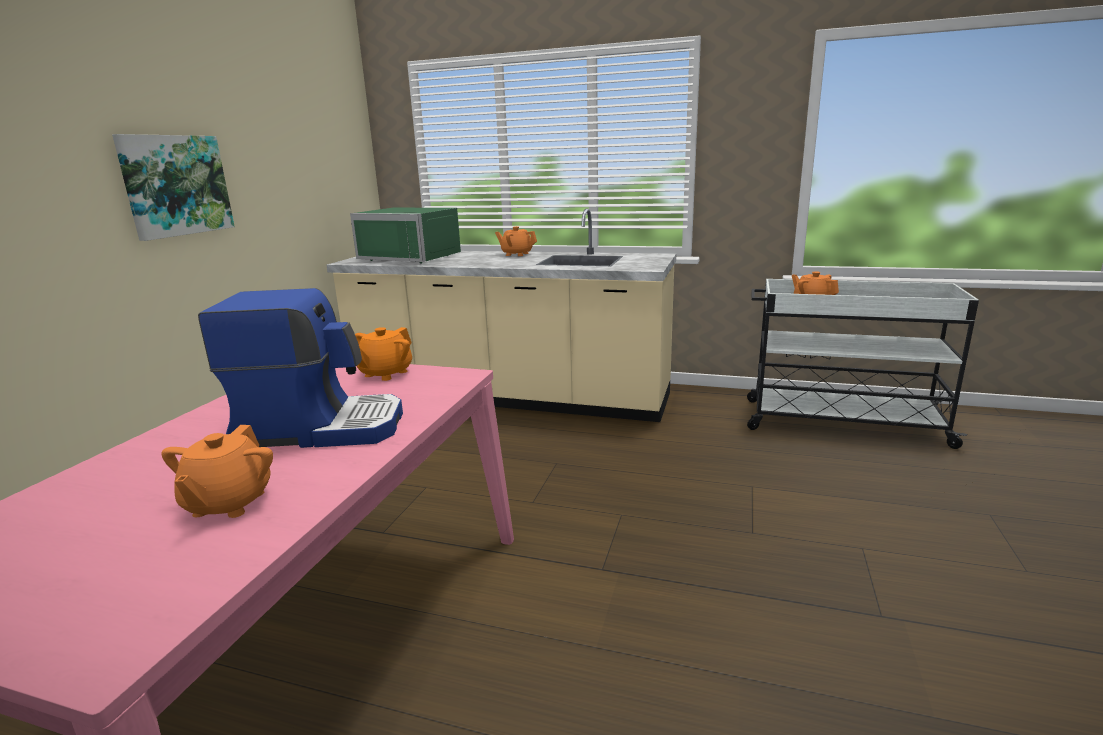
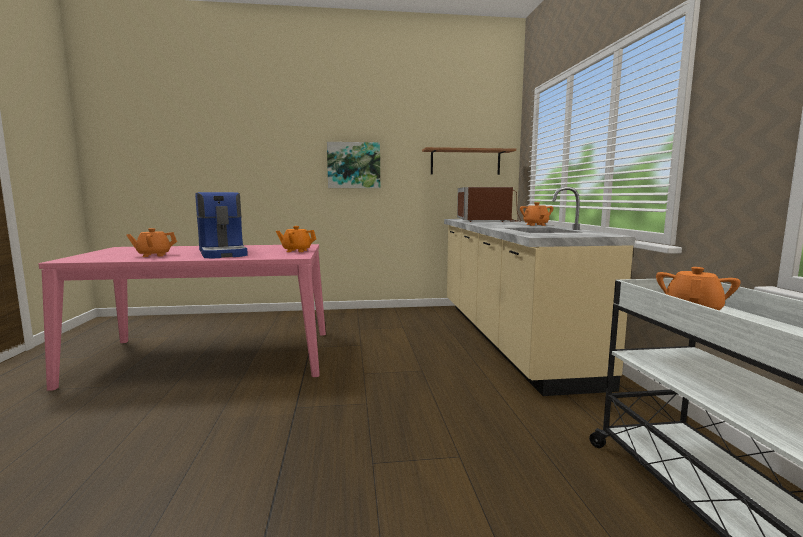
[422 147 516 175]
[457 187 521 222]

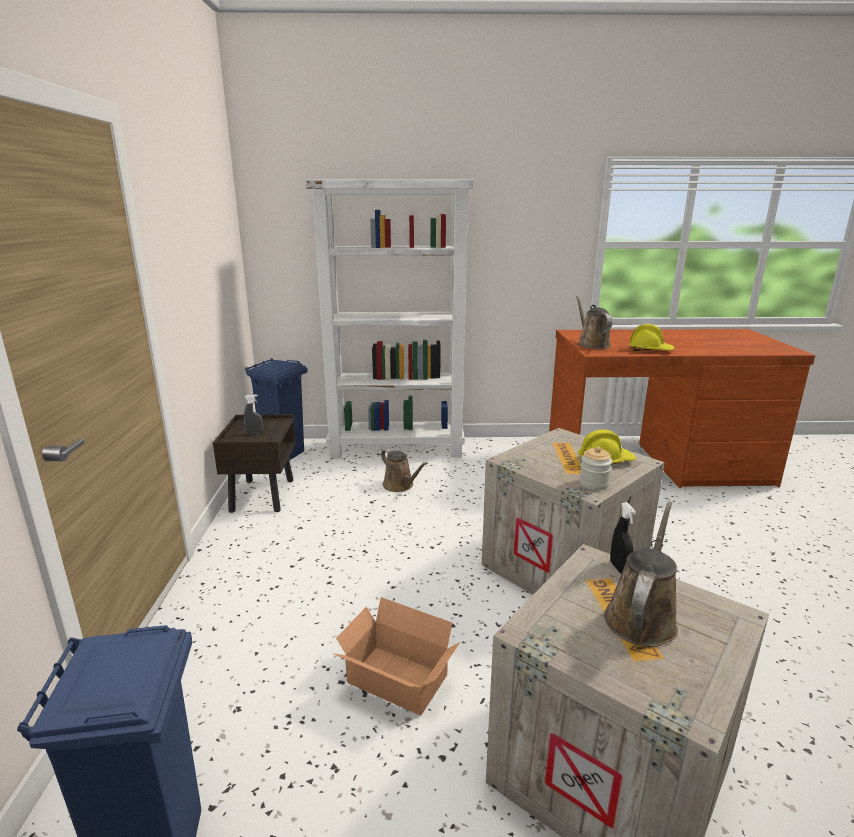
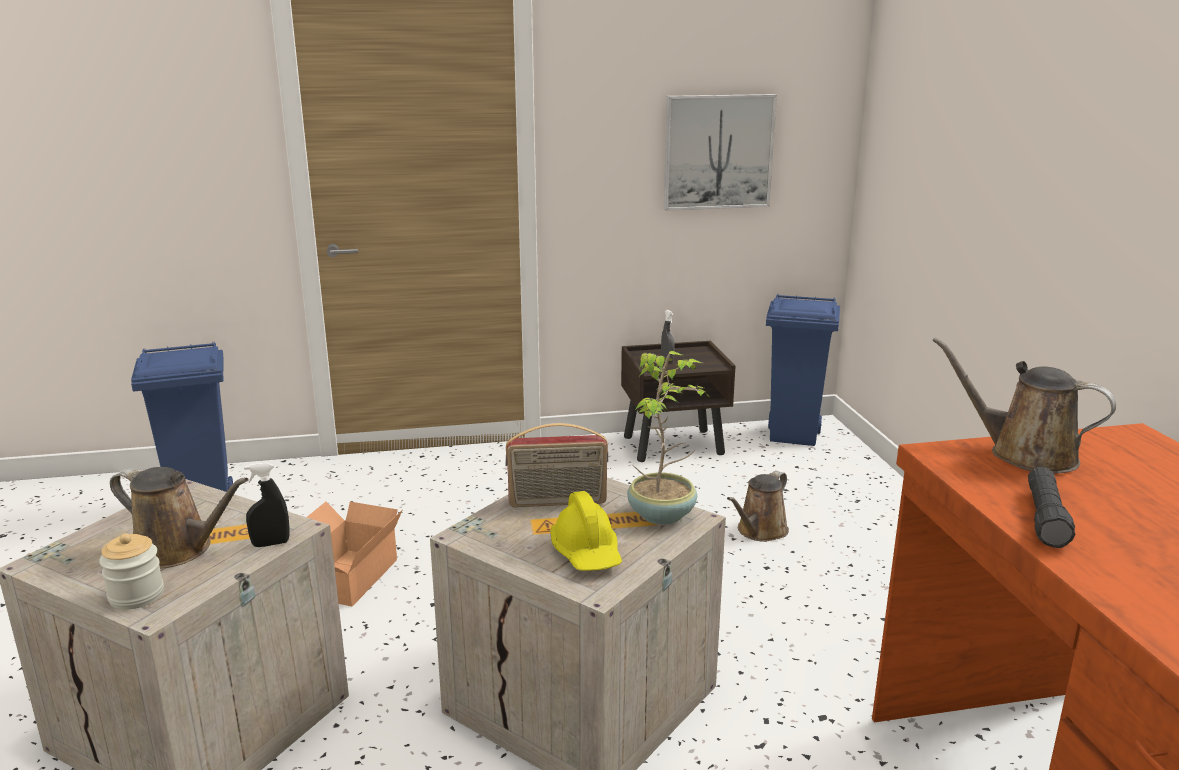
[306 179 474 458] (first image)
[506 423 608 507]
[627 351 710 525]
[664 94 777 211]
[99 533 164 610]
[1028 467 1075 548]
[932 337 1116 473]

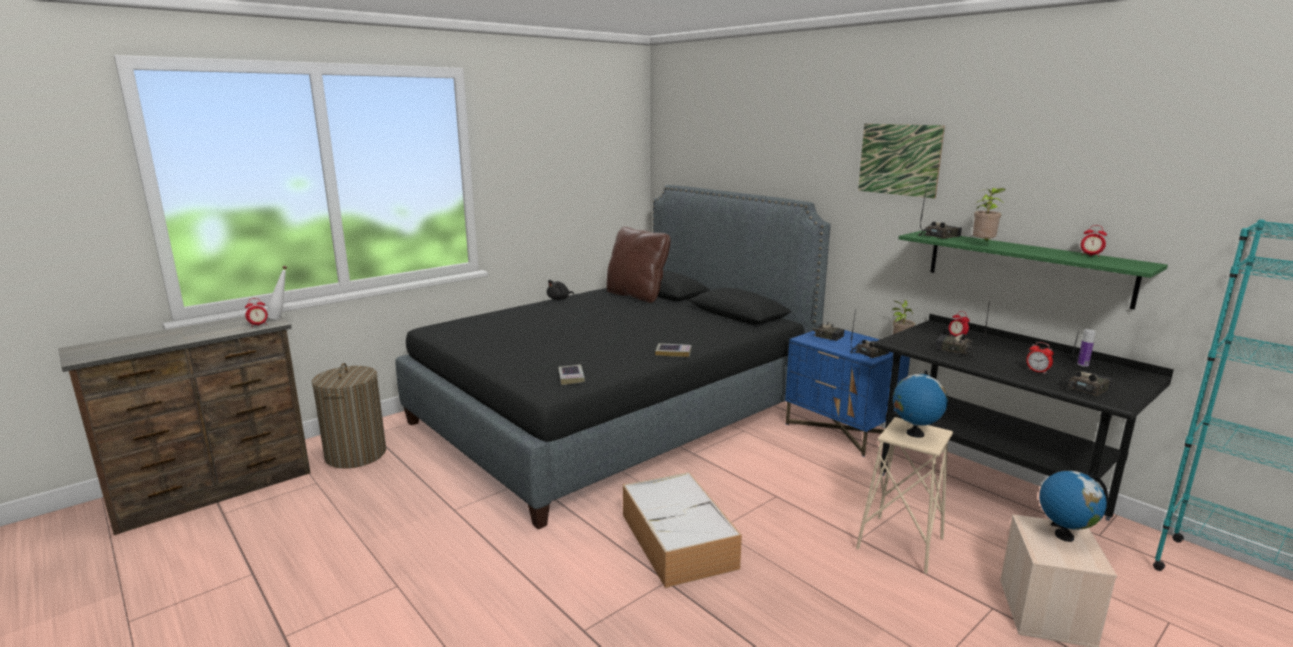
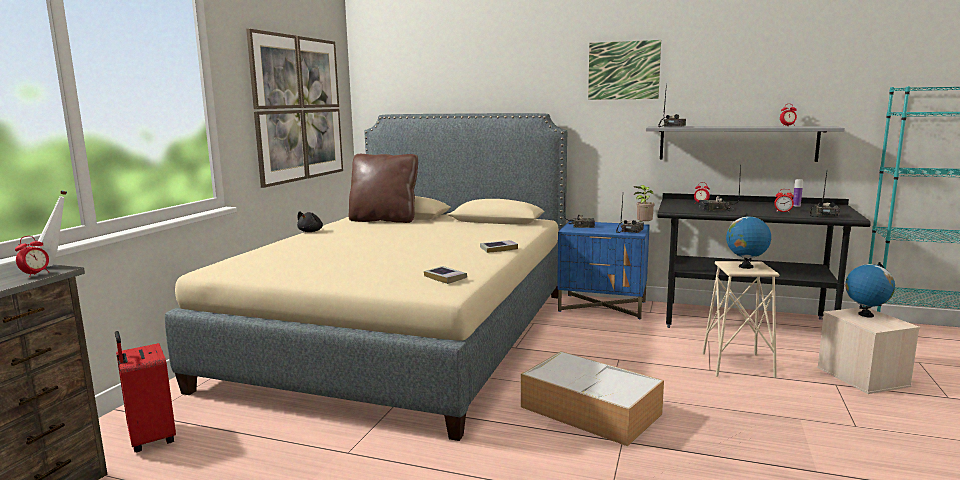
[973 188 1006 242] (first image)
[246 29 343 188]
[115 331 176 452]
[165 113 567 441]
[646 126 845 162]

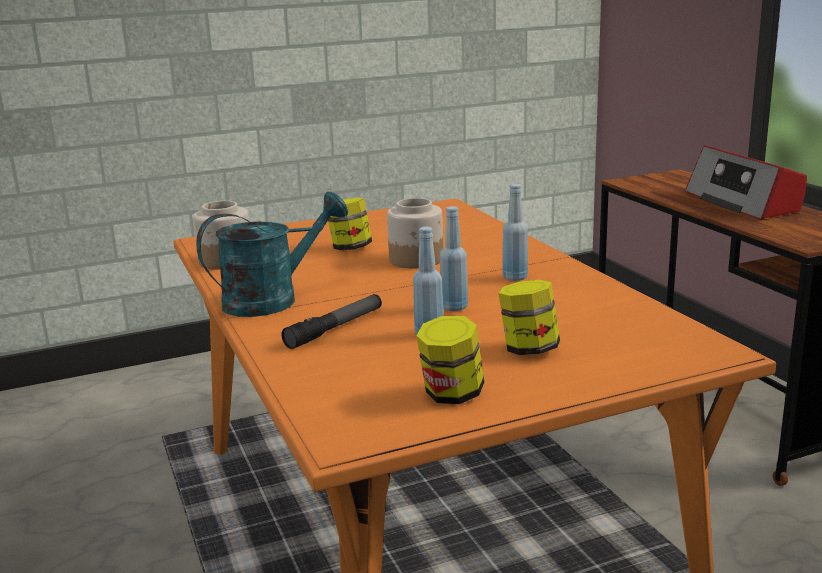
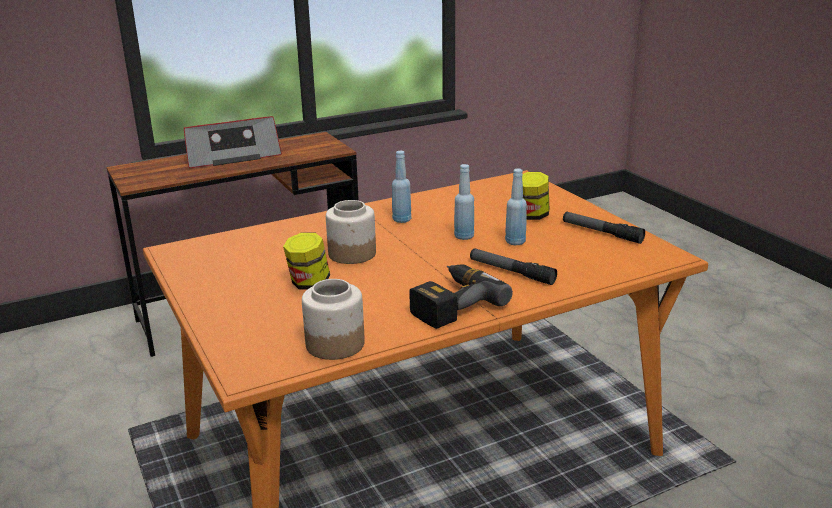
[409 264 513 329]
[563 212 645 244]

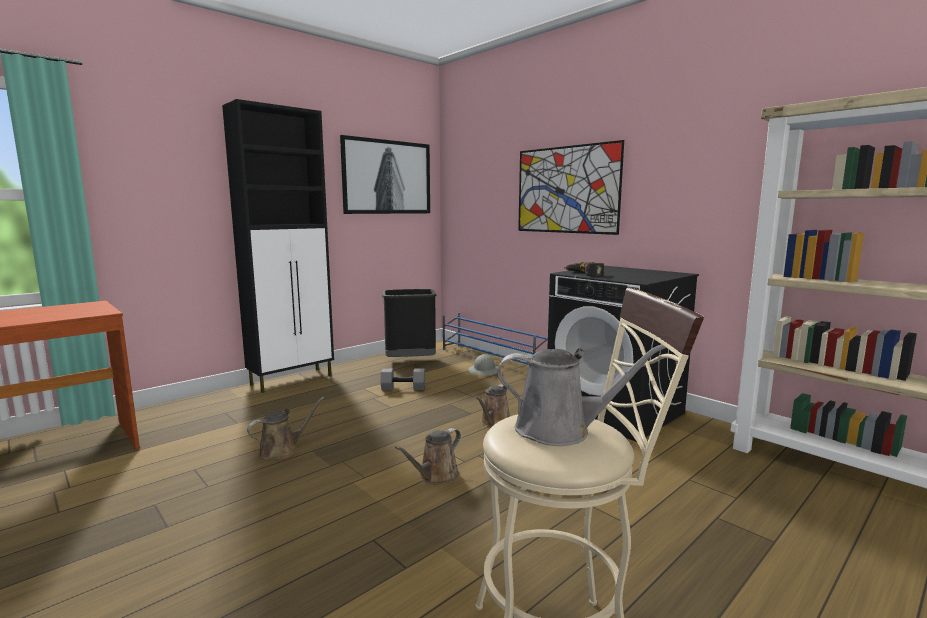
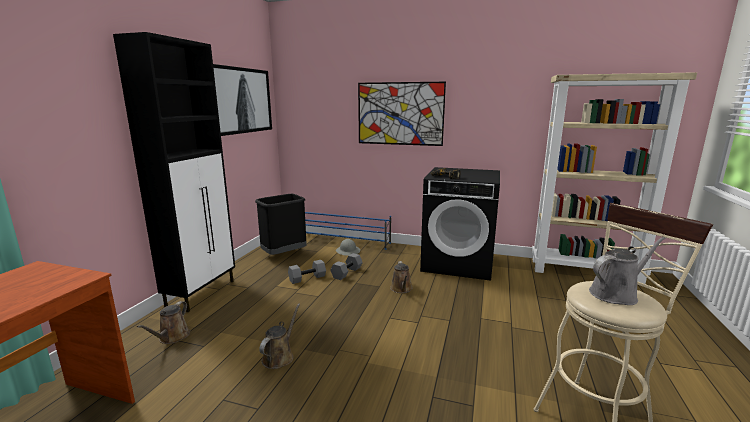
[330 253 363 280]
[137 301 190 344]

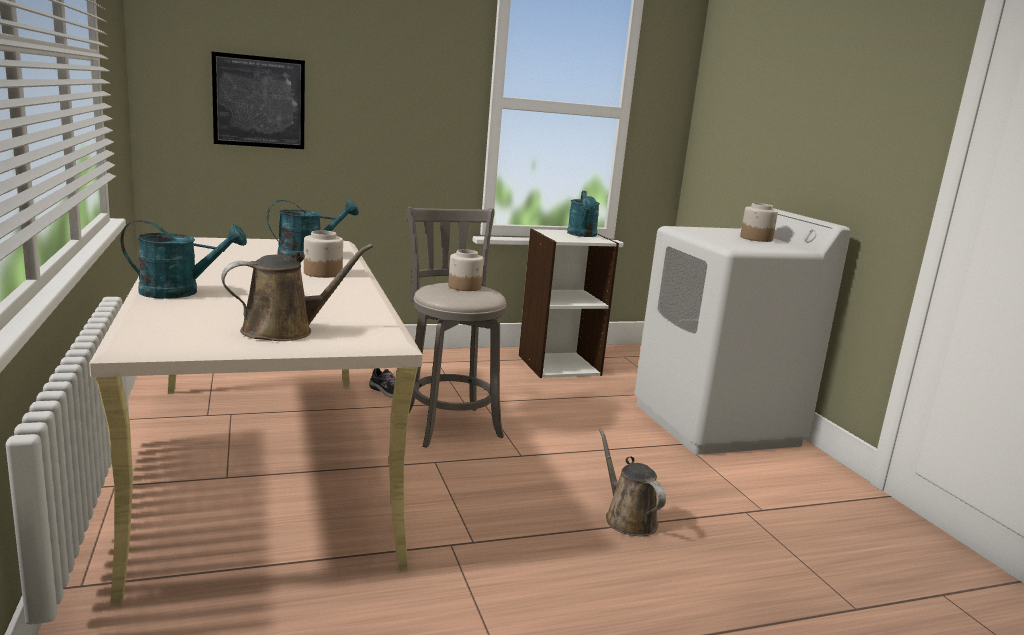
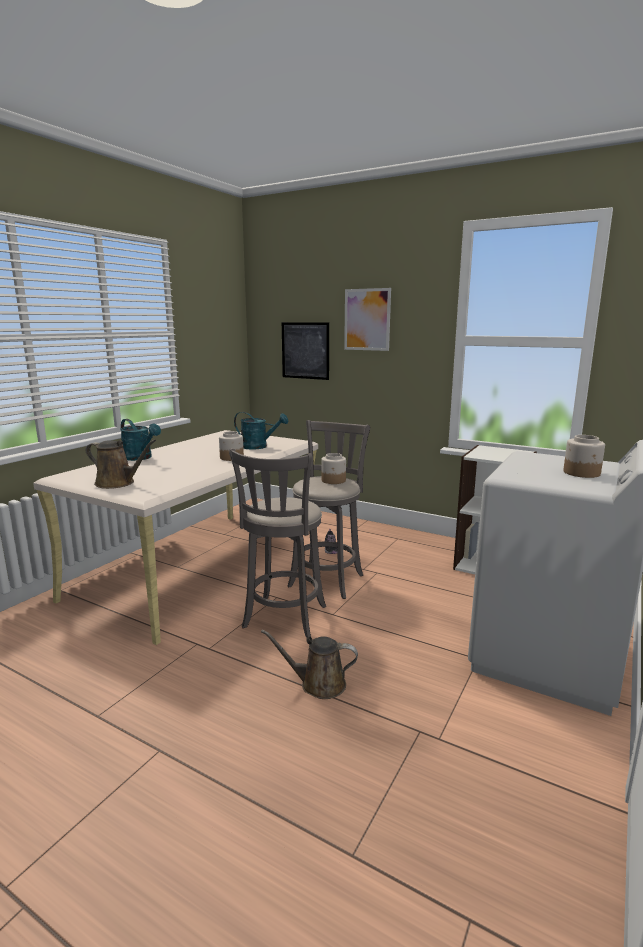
[567 191 600 237] (first image)
[229 448 326 638]
[344 288 391 351]
[261 630 358 699]

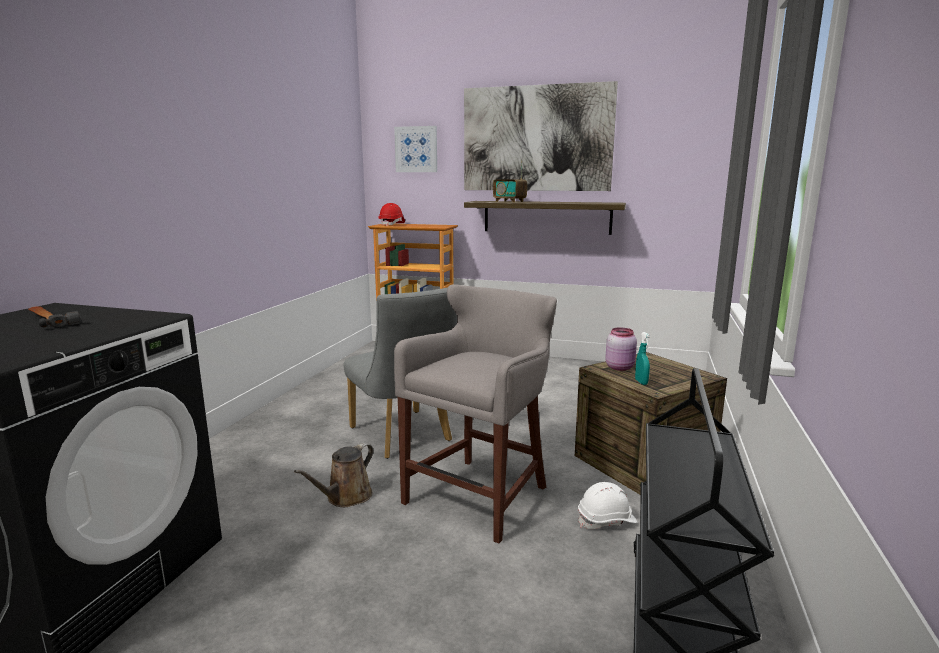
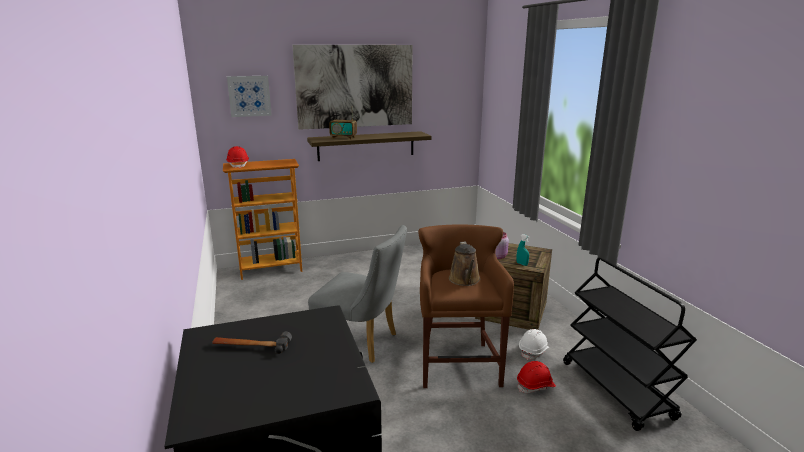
[517 361 556 393]
[449 241 480 286]
[418 224 514 388]

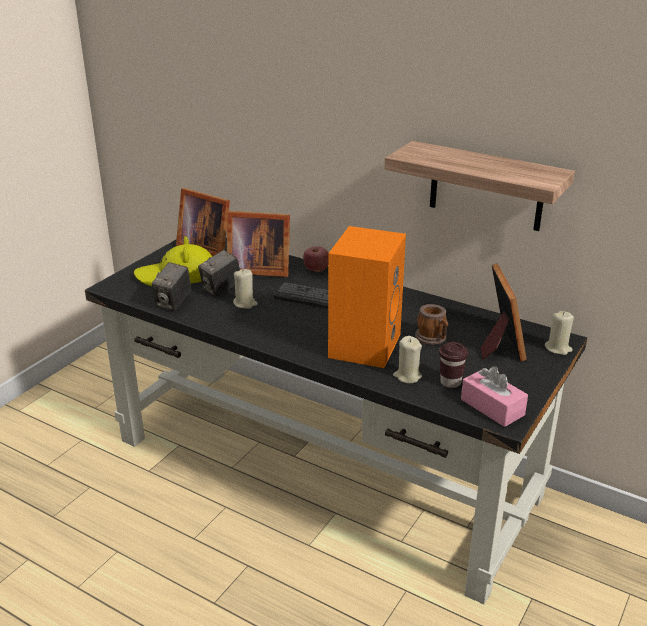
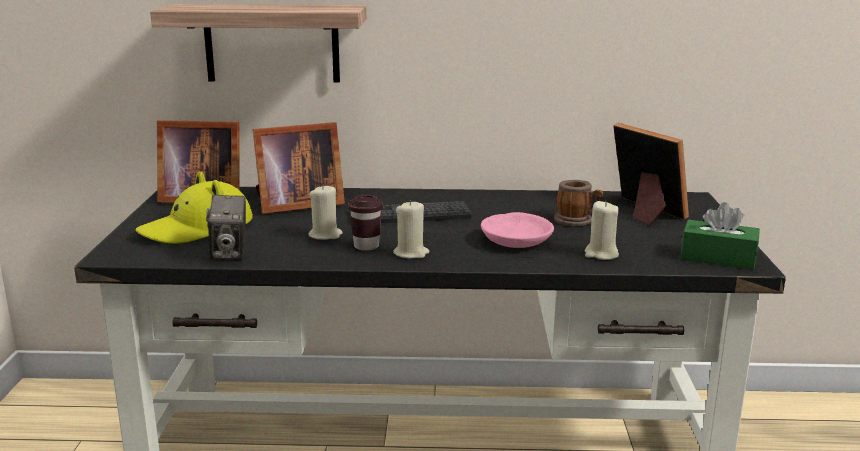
[198 250 240 297] (first image)
[303 246 328 272] (first image)
[150 4 367 83]
[348 194 383 251]
[393 200 429 259]
[481 212 554 248]
[681 202 760 270]

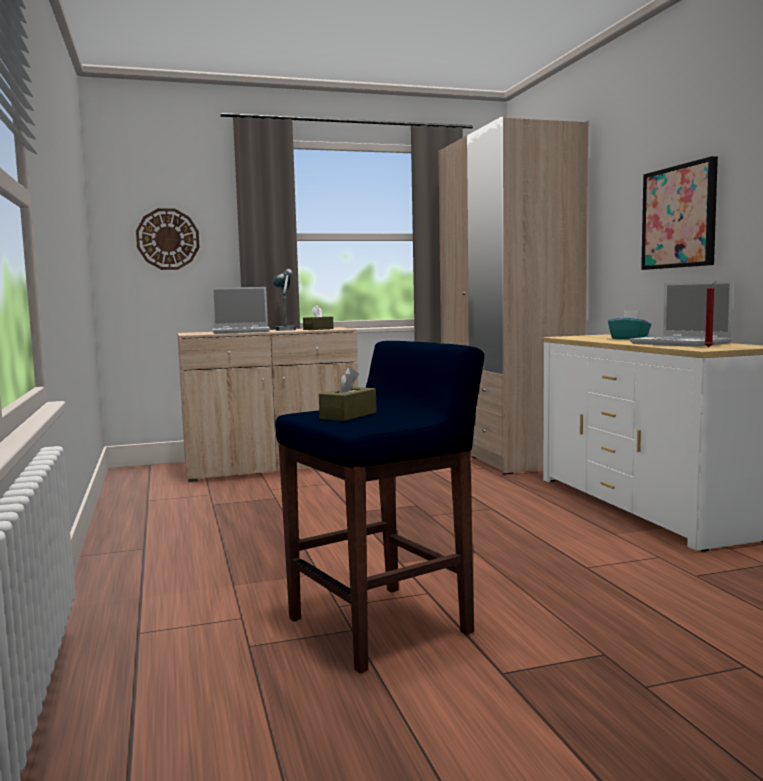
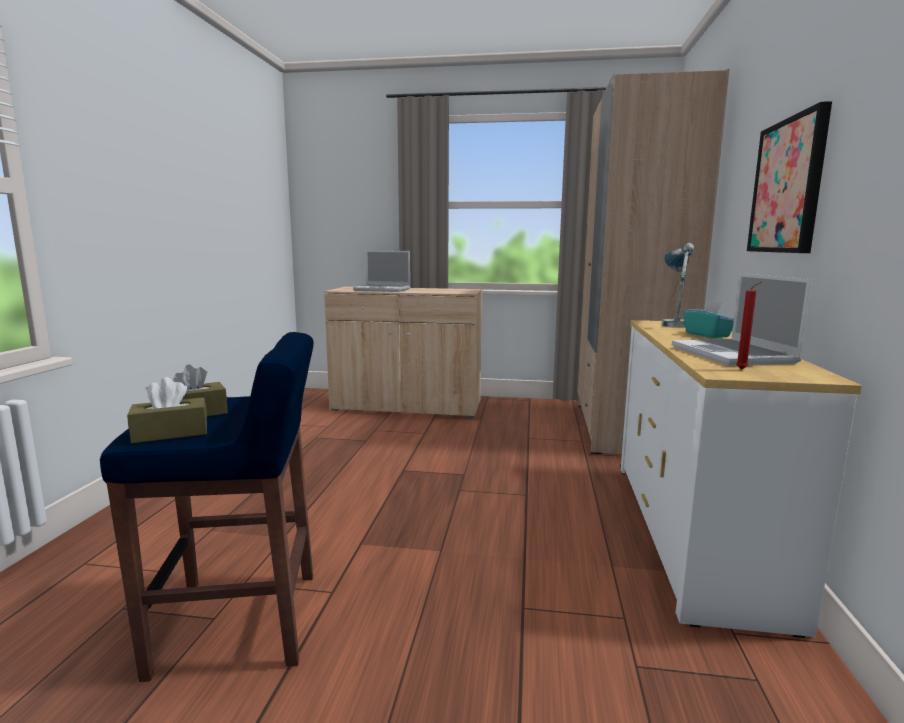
[136 208 199 270] (first image)
[662 243 694 328]
[127 377 207 443]

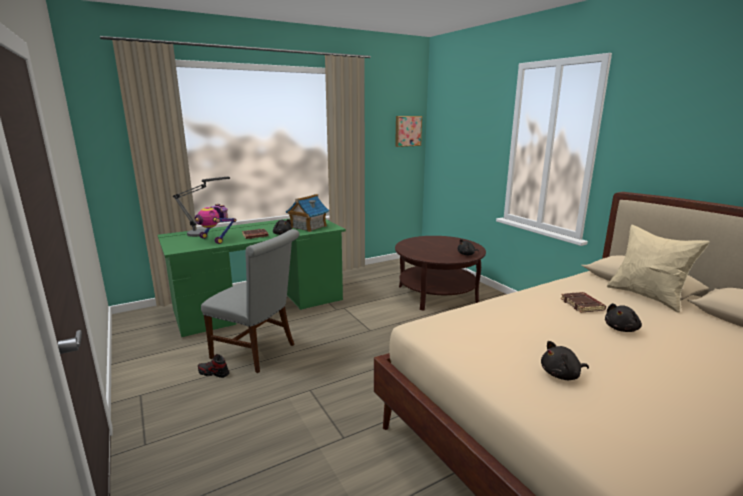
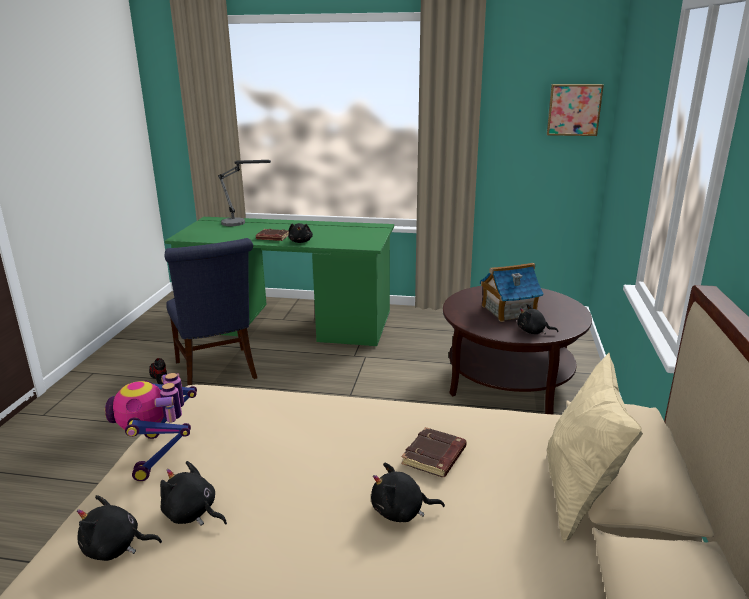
[77 495 162 561]
[105 373 197 481]
[479 263 543 322]
[165 238 258 386]

